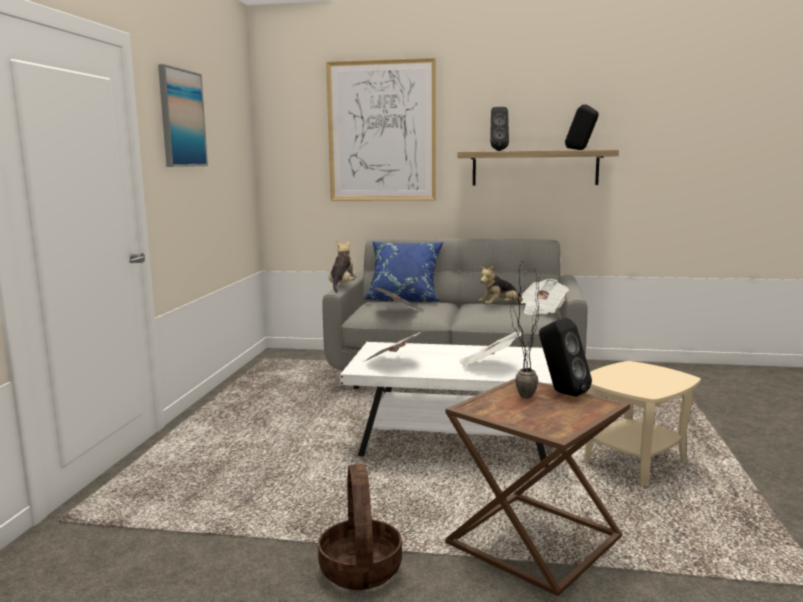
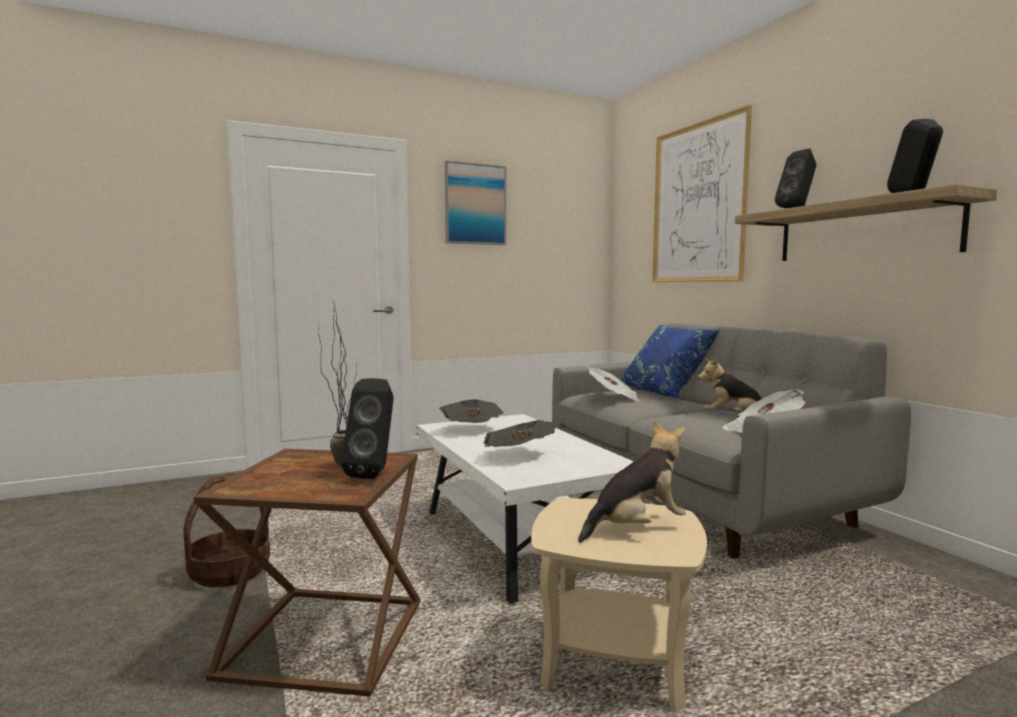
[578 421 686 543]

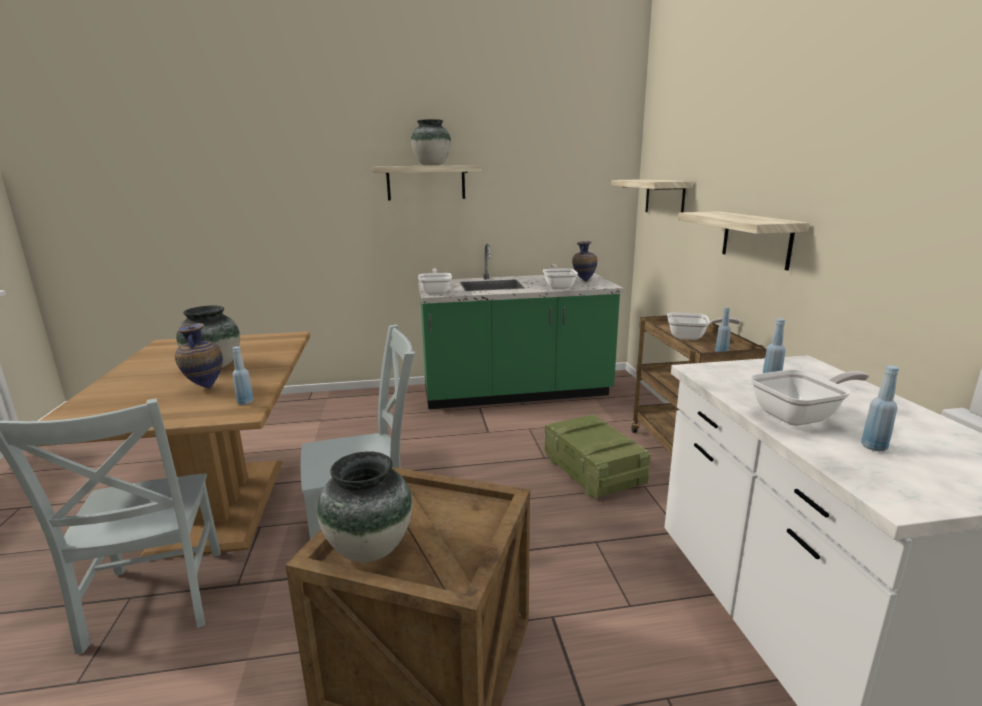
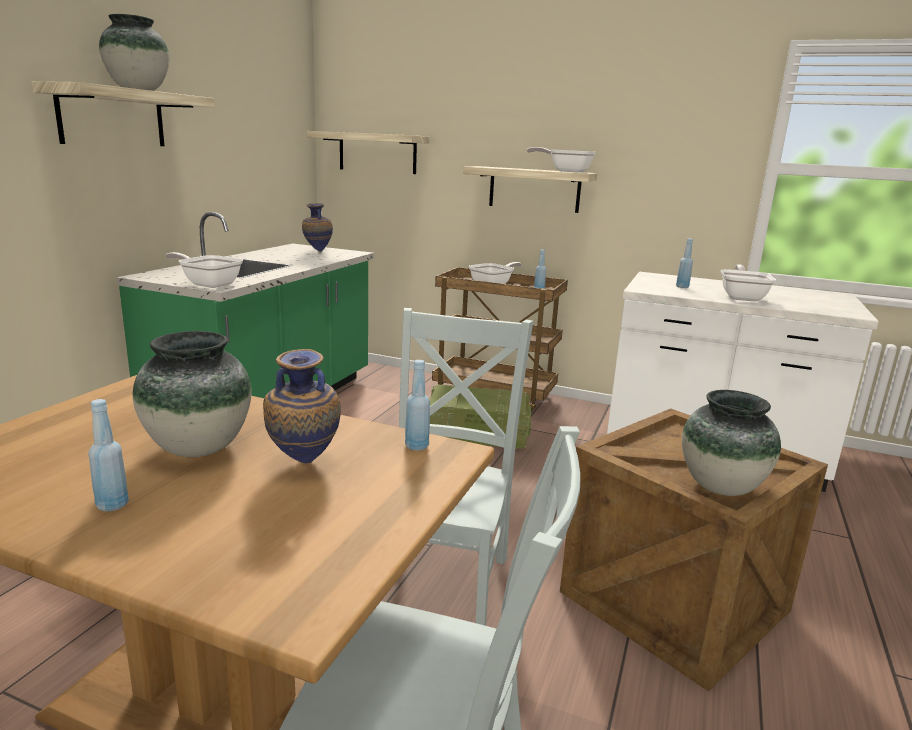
[527 147 596 172]
[88 399 129 511]

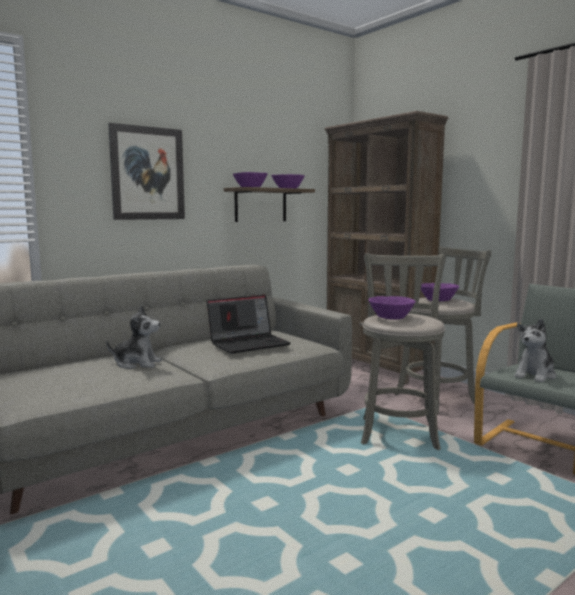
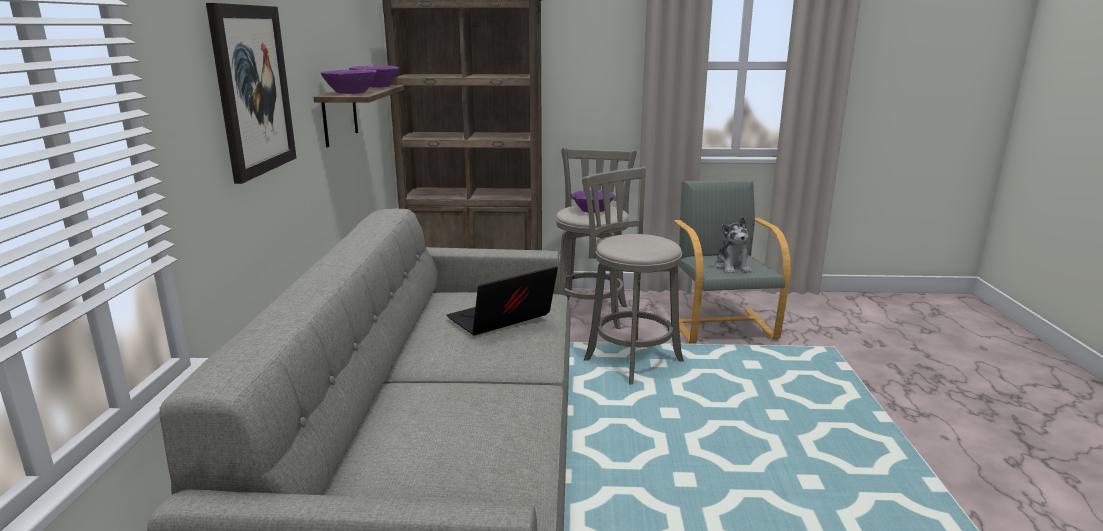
[106 305 161 369] (first image)
[369 296 416 320] (first image)
[446 266 558 335]

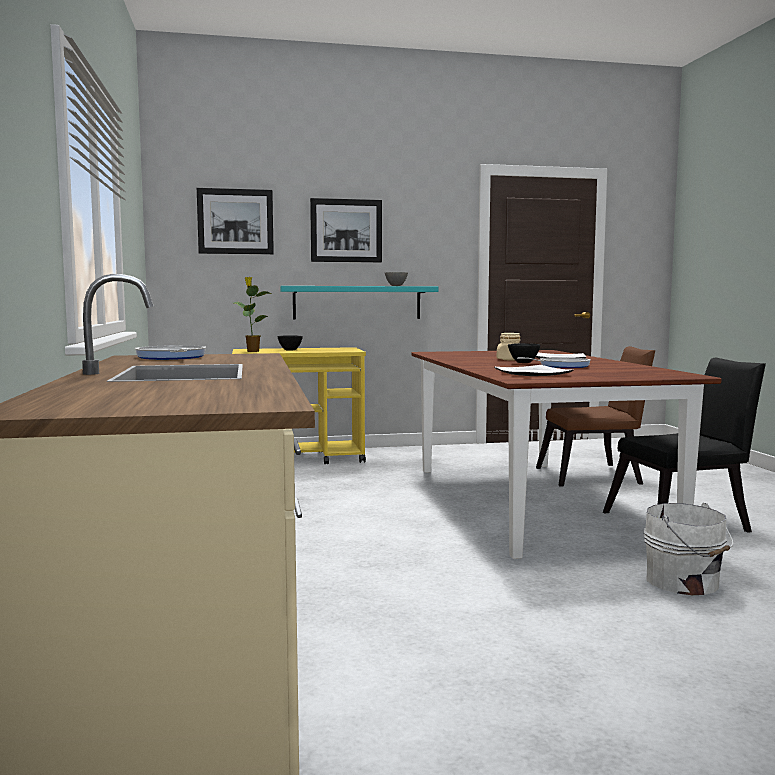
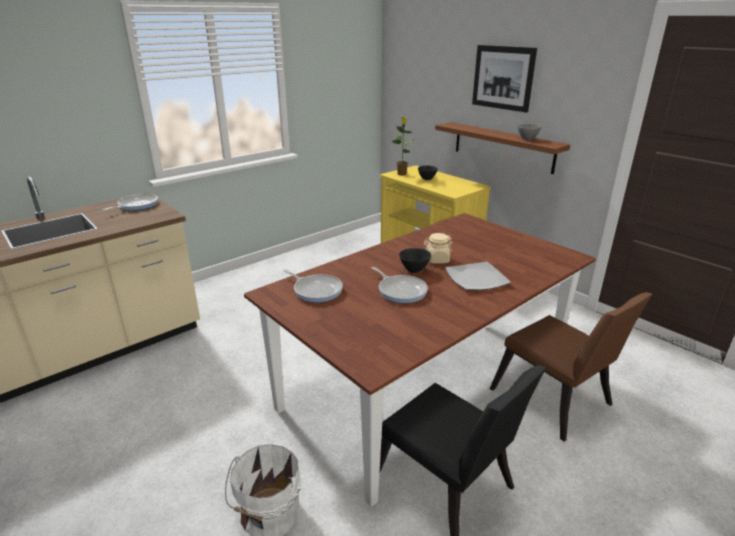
[197 188 274 254] (first image)
[283 270 343 302]
[435 122 570 174]

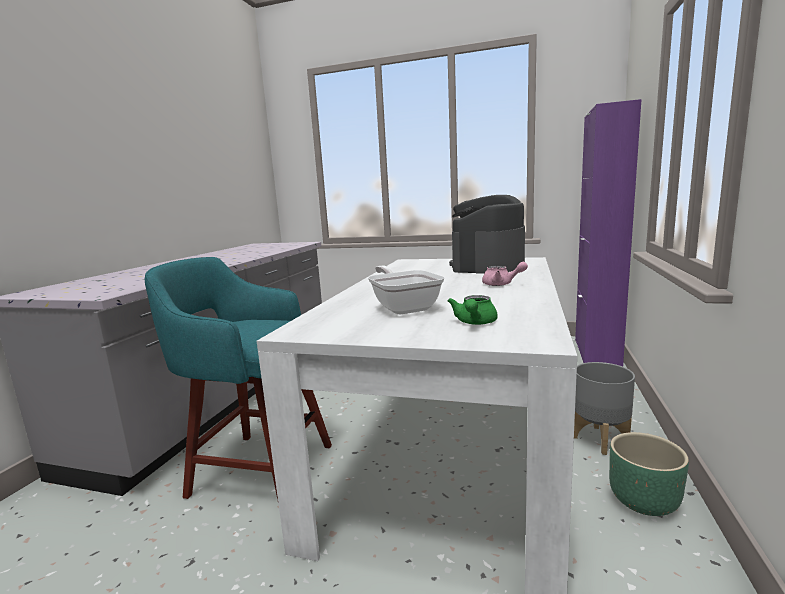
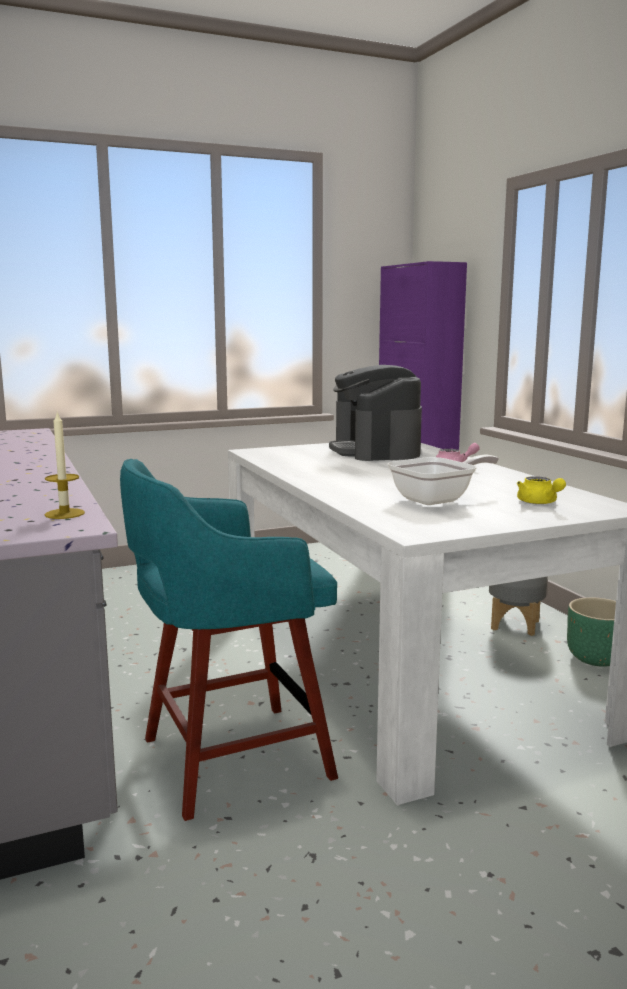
[45 413 85 519]
[517 476 566 504]
[388 455 499 505]

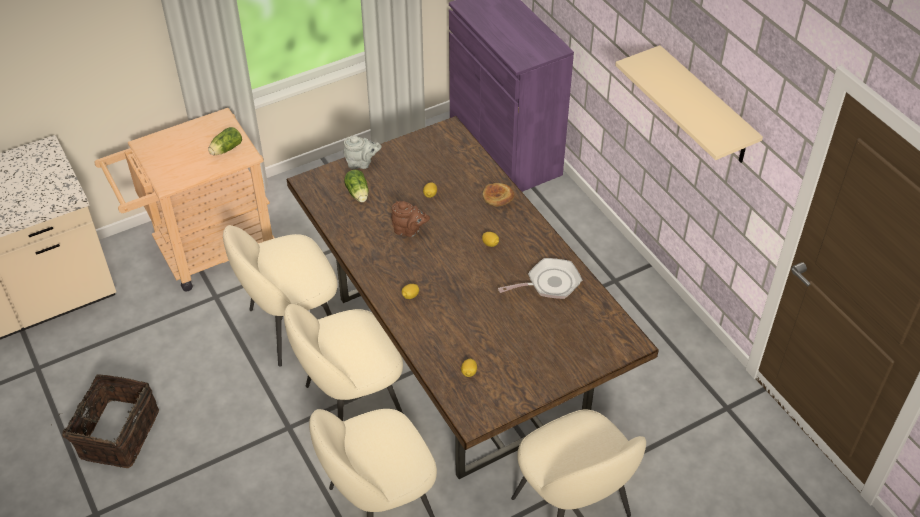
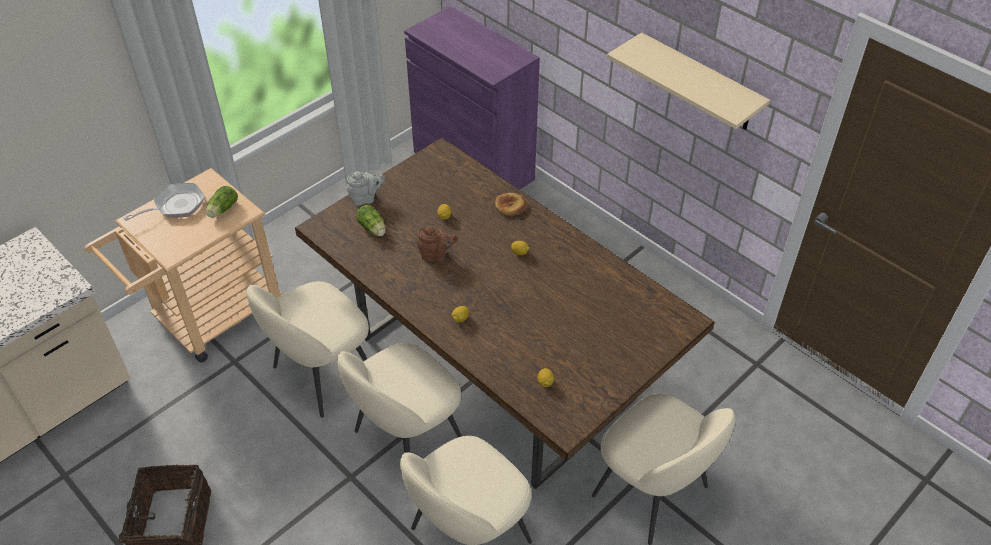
[123 183 205 221]

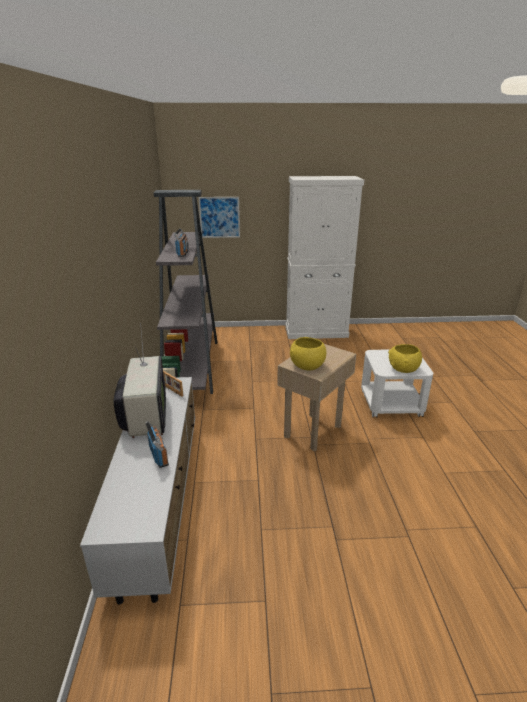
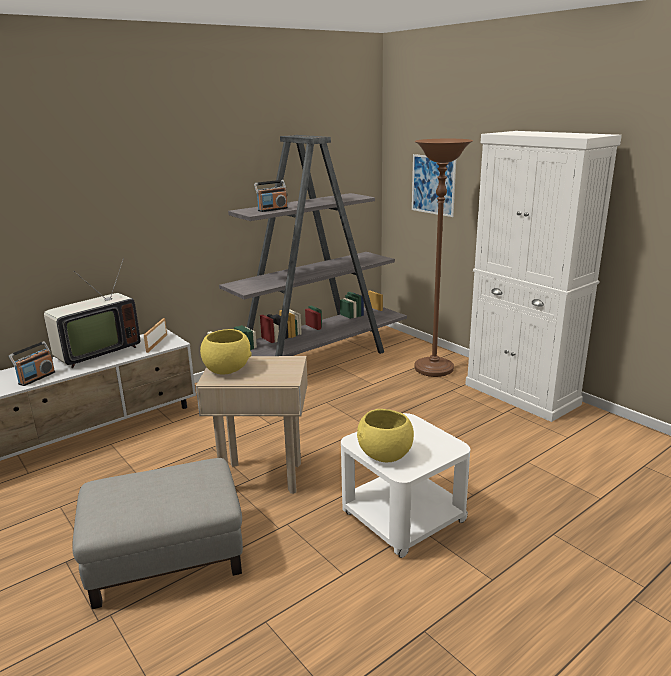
[72 458 243 609]
[414 139 473 377]

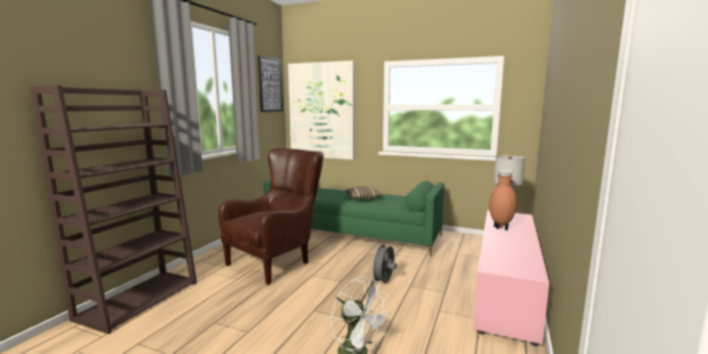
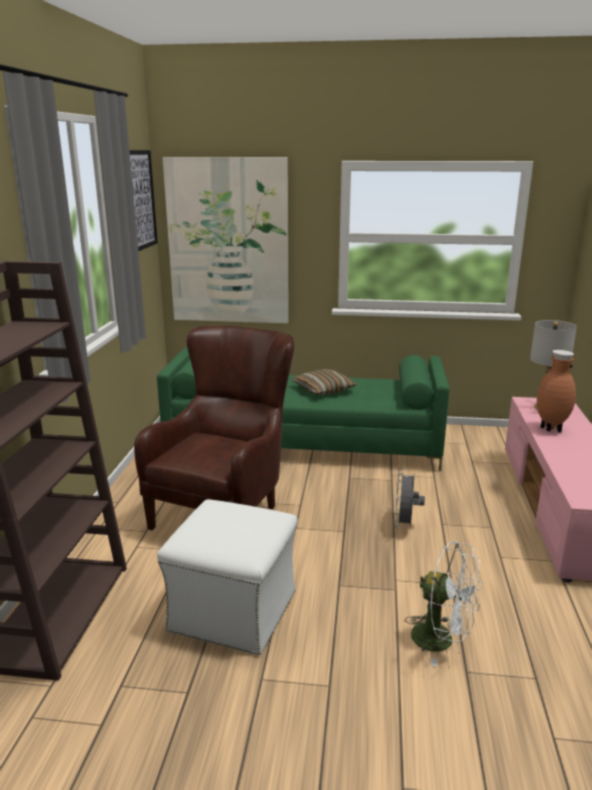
[157 499 298 655]

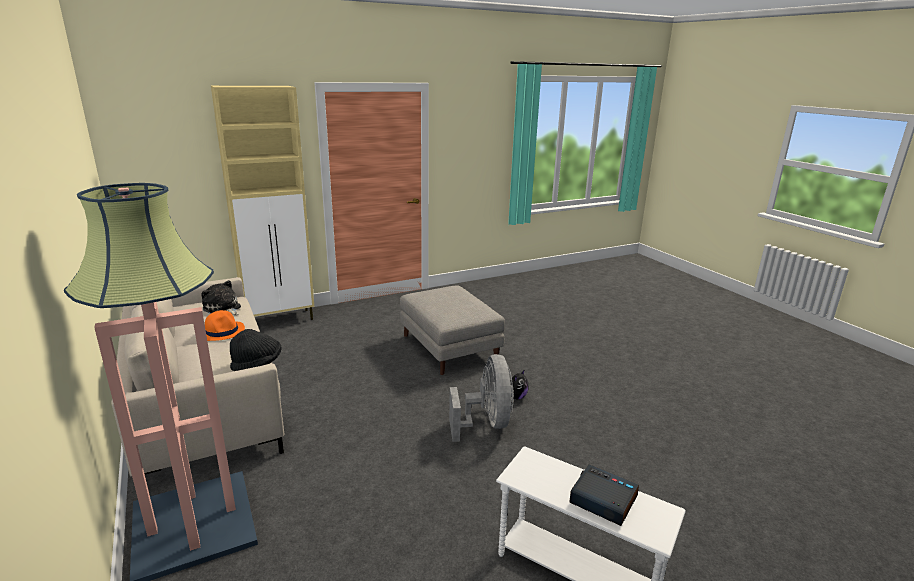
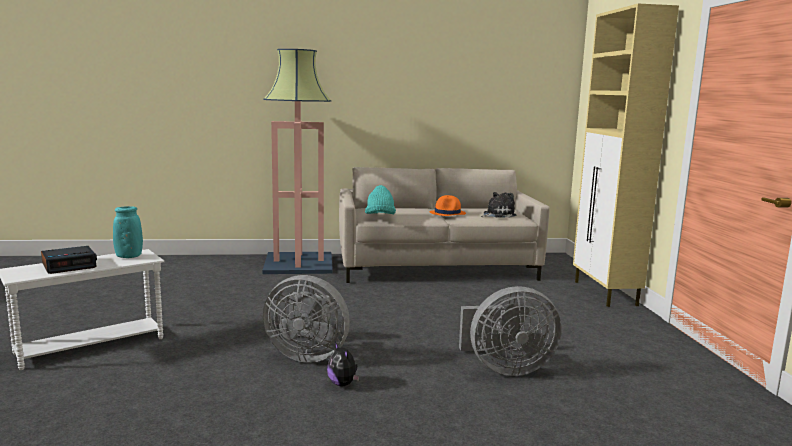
[113 206 143 258]
[459 286 561 376]
[365 185 396 214]

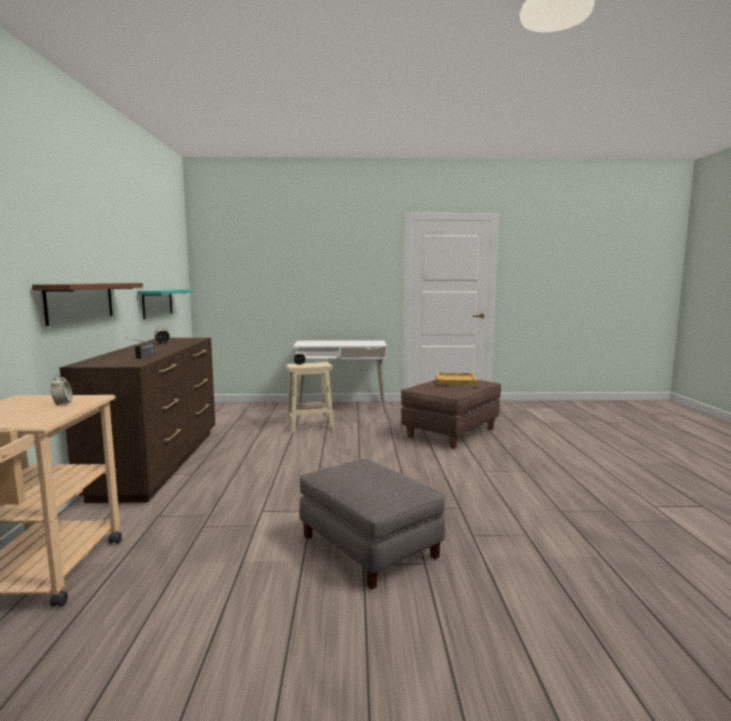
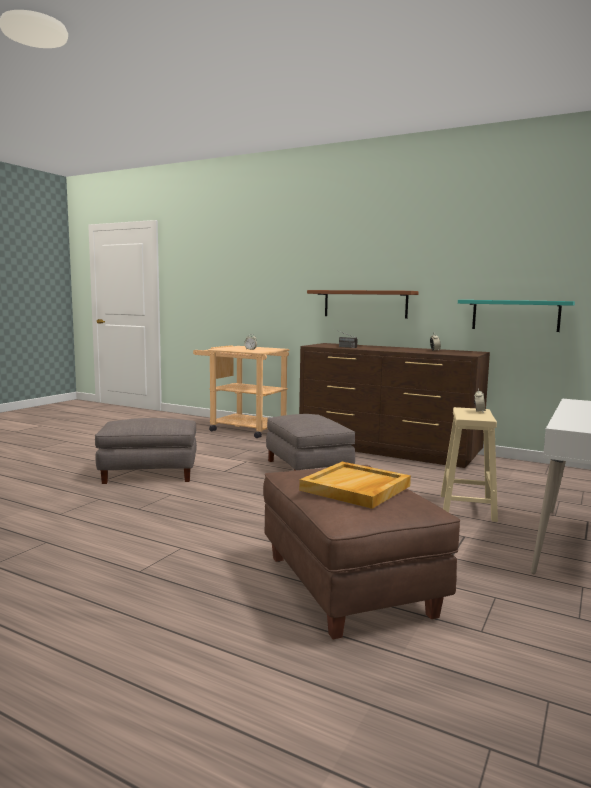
[266 414 355 471]

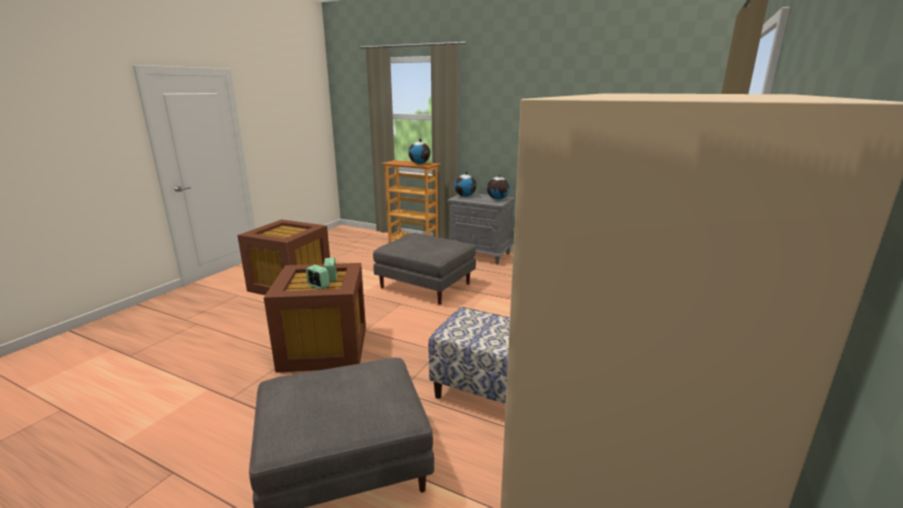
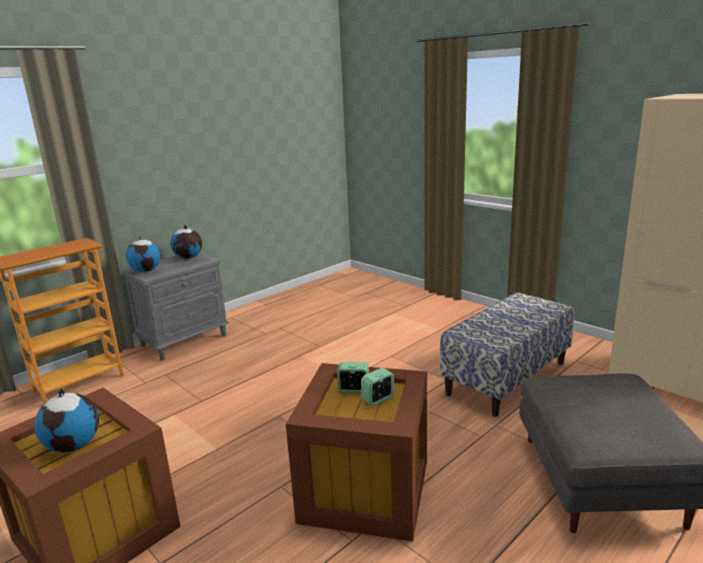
[373 233 476 305] (first image)
[34 388 99 452]

